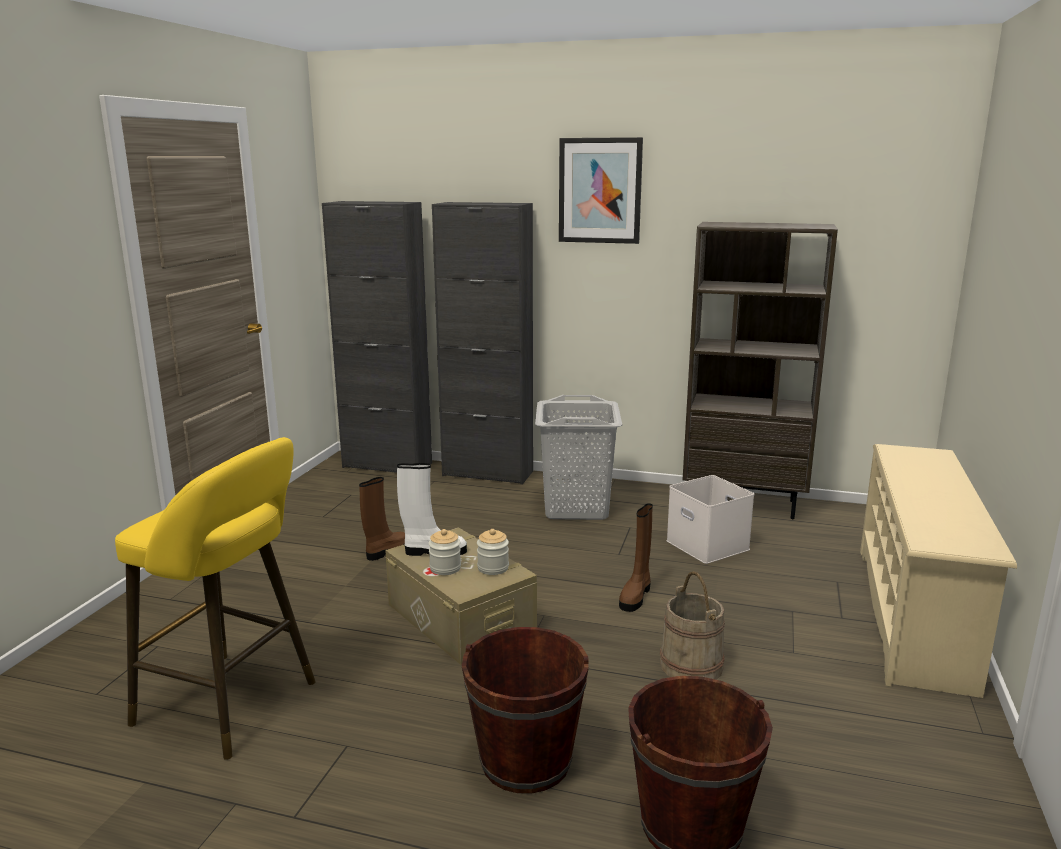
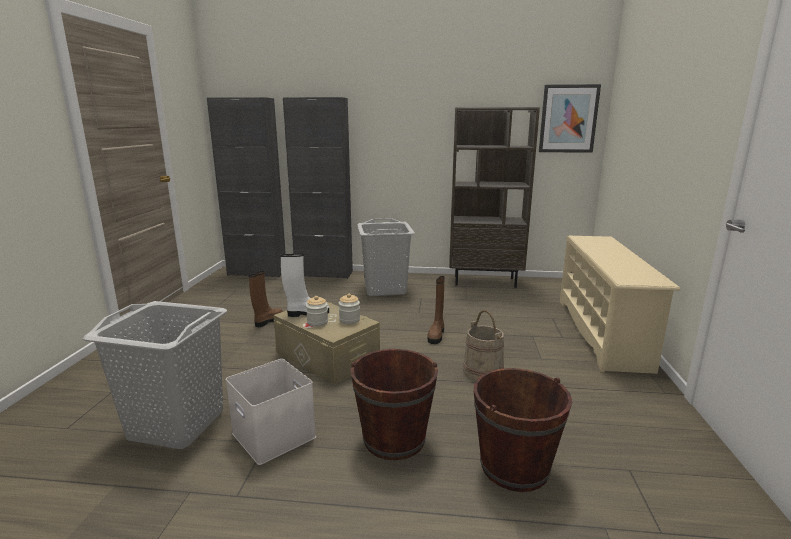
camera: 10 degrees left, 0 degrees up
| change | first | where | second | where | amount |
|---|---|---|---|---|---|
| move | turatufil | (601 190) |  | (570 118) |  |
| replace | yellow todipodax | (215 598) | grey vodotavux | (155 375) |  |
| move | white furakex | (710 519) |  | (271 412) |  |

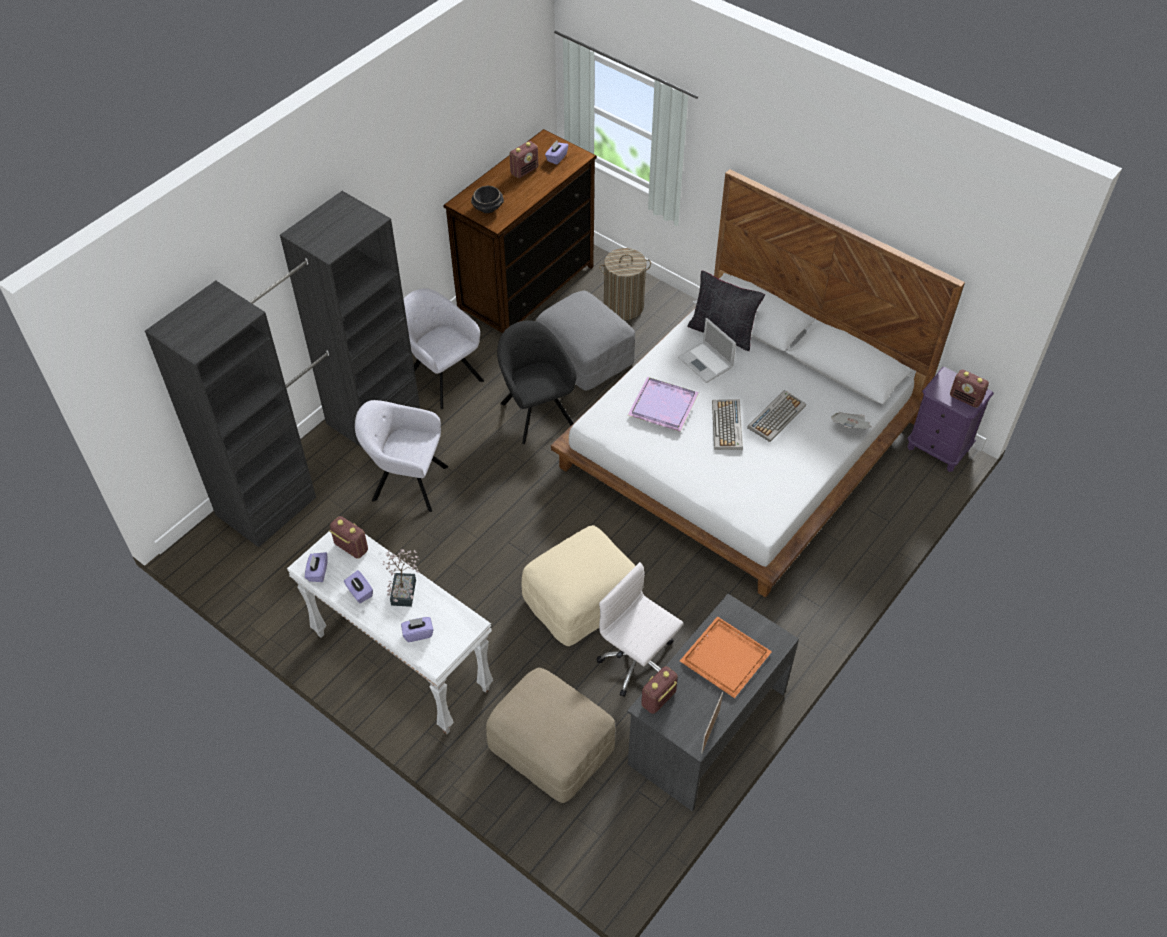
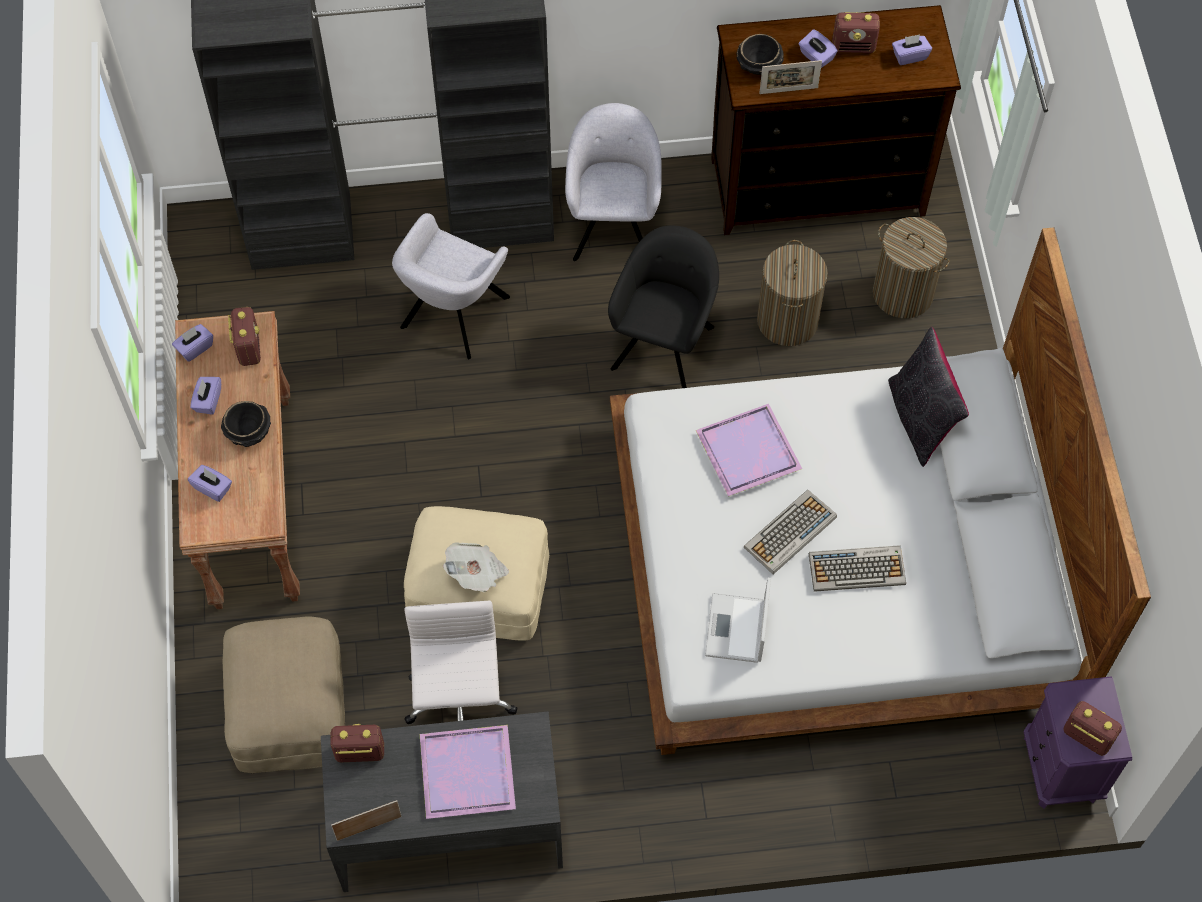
camera: 45 degrees right, 10 degrees up
| change | first | where | second | where | amount |
|---|---|---|---|---|---|
| replace | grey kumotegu | (585 341) | vodotavux | (792 293) |  |
| move | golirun | (707 350) |  | (738 620) |  |
| rotate | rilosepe | (969 388) |  | (1092 728) | 135 degrees clockwise |
| rotate | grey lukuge | (401 456) |  | (451 286) | 120 degrees counterclockwise |
| move | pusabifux | (851 420) |  | (476 567) |  |
| recolor | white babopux | (390 632) | brown babopux | (237 460) |  |
| replace | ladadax | (400 578) | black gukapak | (246 424) |  |
| recolor | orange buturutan | (726 657) | purple buturutan | (468 772) |  |
| insert |  |  | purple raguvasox | (818 48) |  |
| insert |  |  | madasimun | (790 77) |  |

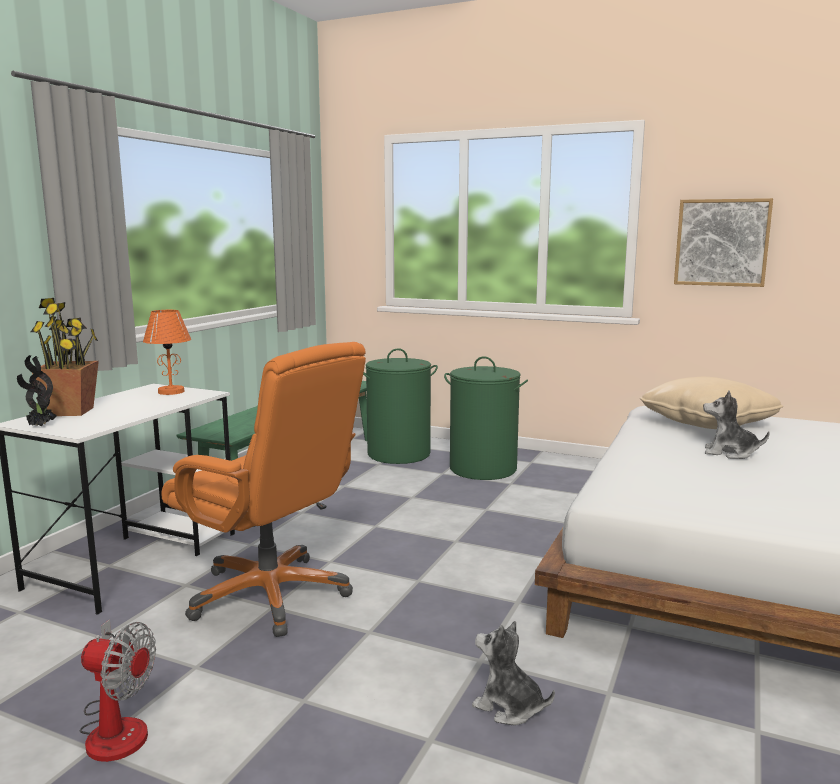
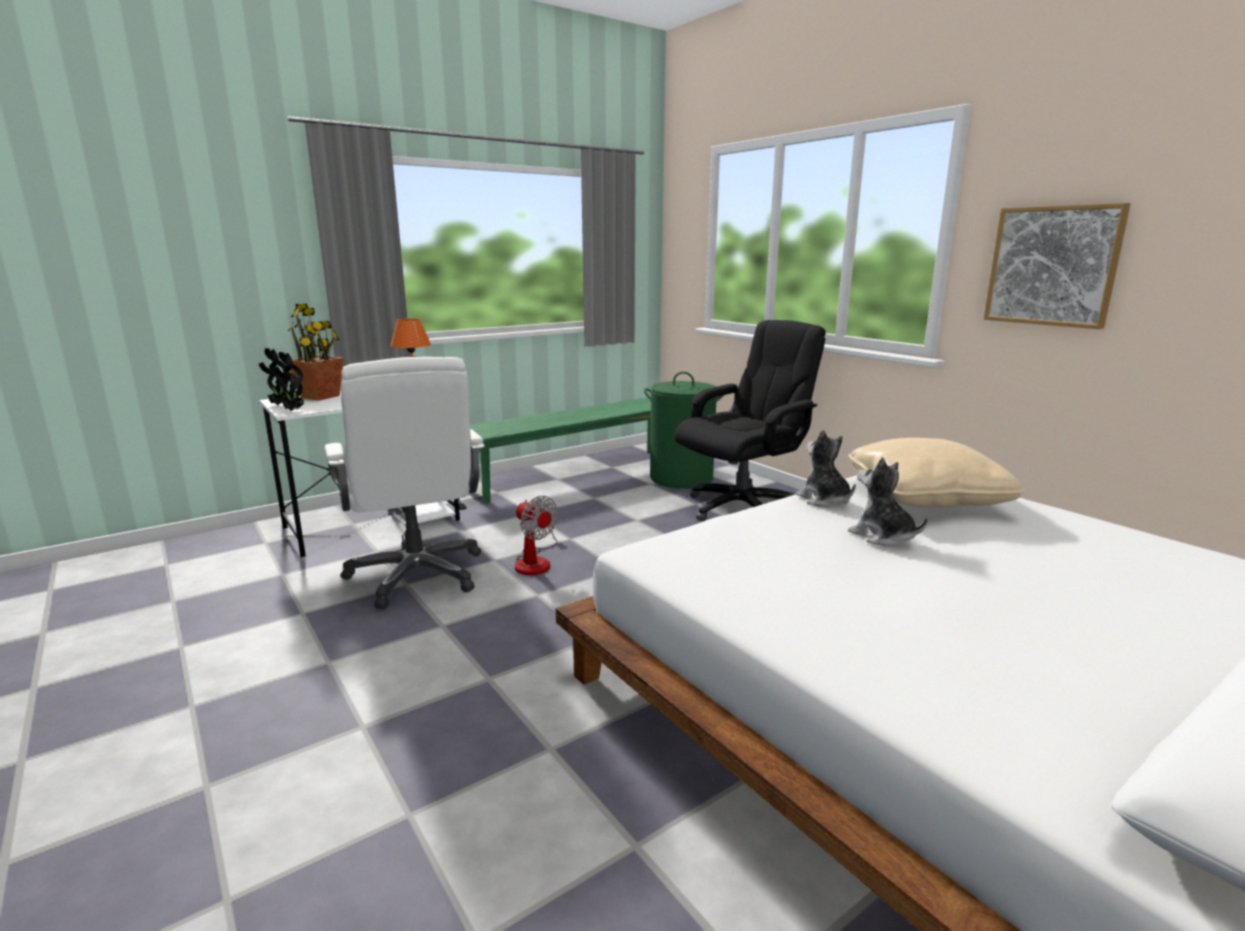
camera: 30 degrees right, 5 degrees up
| change | first | where | second | where | amount |
|---|---|---|---|---|---|
| recolor | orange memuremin | (263 489) | white memuremin | (405 483) |  |
| replace | green vodotavux | (486 418) | black memuremin | (750 420) |  |
| move | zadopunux | (118 690) |  | (536 535) |  |
| move | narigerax | (513 673) |  | (826 469) |  |
| insert |  |  | ladadax | (288 381) |  |

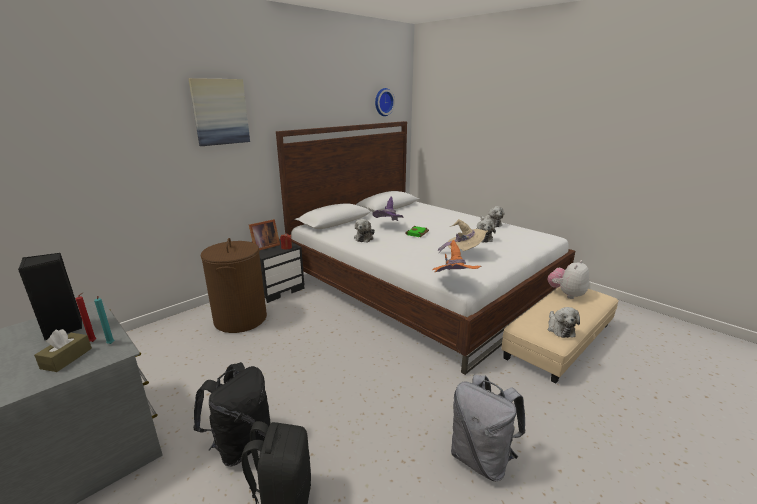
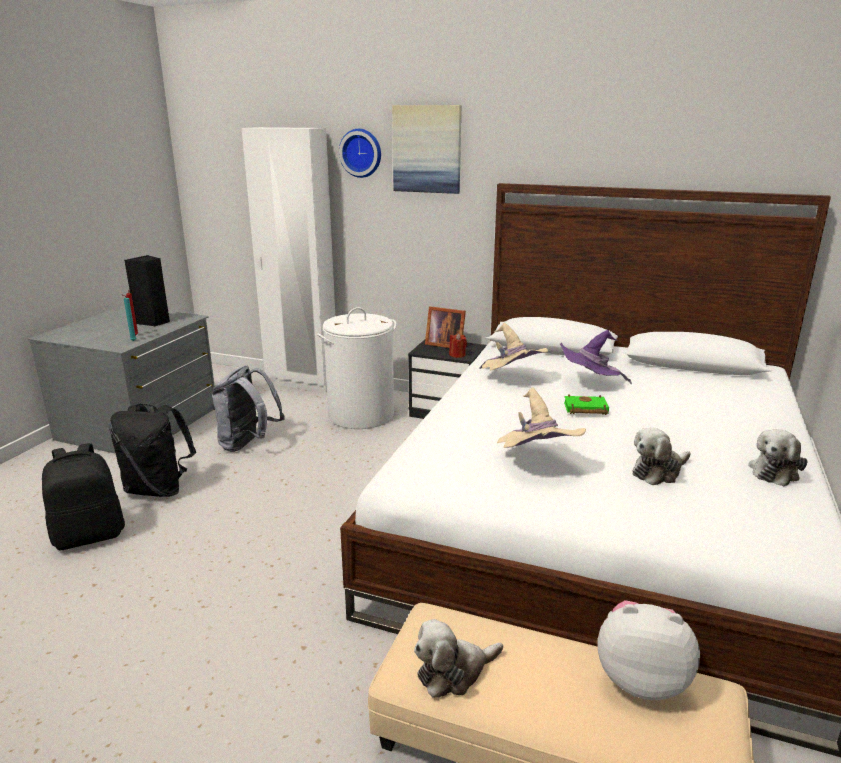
camera: 65 degrees right, 0 degrees up
| change | first | where | second | where | amount |
|---|---|---|---|---|---|
| move | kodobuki | (385 102) |  | (360 153) |  |
| replace | narigerax | (364 231) | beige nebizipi | (513 347) |  |
| recolor | brown vodotavux | (234 285) | white vodotavux | (356 368) |  |
| delete | orange nebizipi | (456 256) |  |  |  |
| delete | brown raguvasox | (63 350) |  |  |  |
| move | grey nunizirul | (488 428) |  | (248 408) |  |
| insert |  |  | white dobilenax | (288 260) |  |

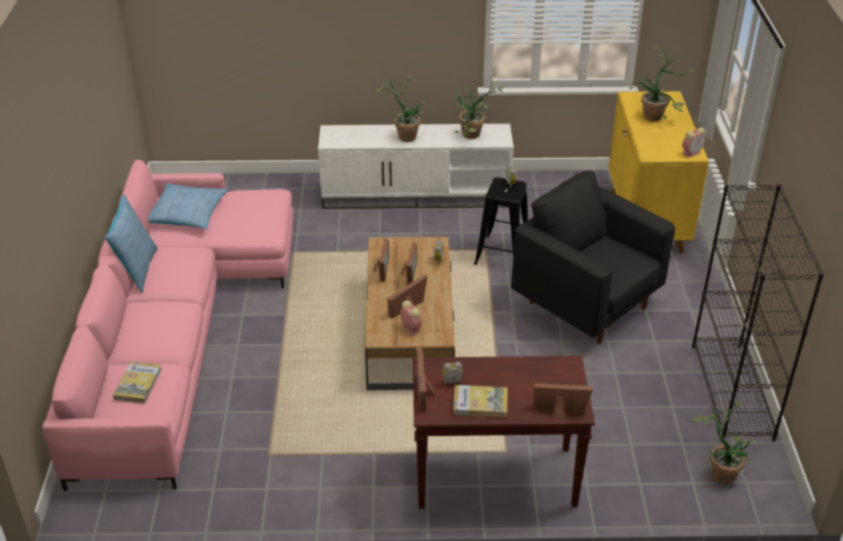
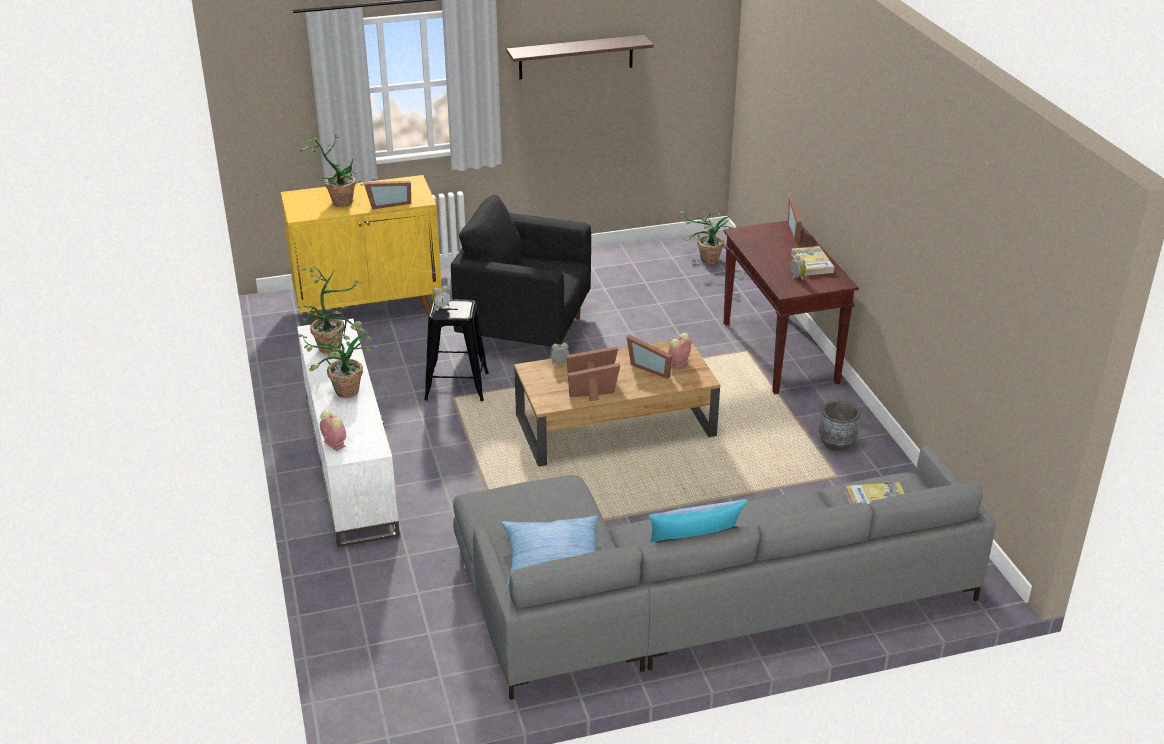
camera: 105 degrees left, 5 degrees down
| change | first | where | second | where | amount |
|---|---|---|---|---|---|
| move | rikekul | (693 143) |  | (333 430) |  |
| recolor | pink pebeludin | (168 325) | grey pebeludin | (724 573) |  |
| rotate | black lukuge | (593 257) |  | (521 271) | 75 degrees clockwise |
| delete | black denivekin | (758 313) |  |  |  |
| move | madasimun | (425 379) |  | (387 195) |  |
| insert |  |  | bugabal | (580 57) |  |
| insert |  |  | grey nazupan | (839 426) |  |

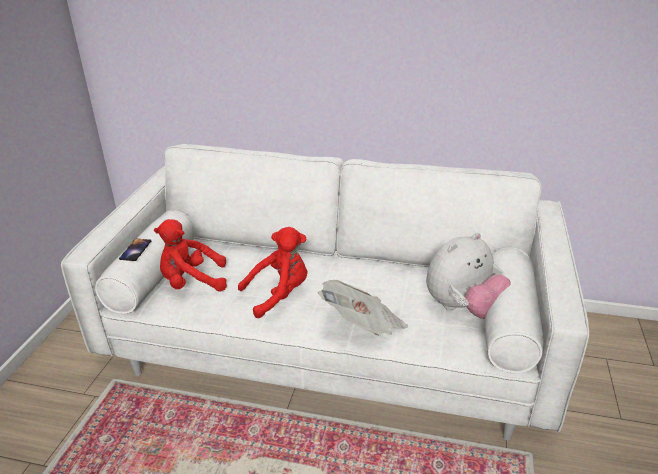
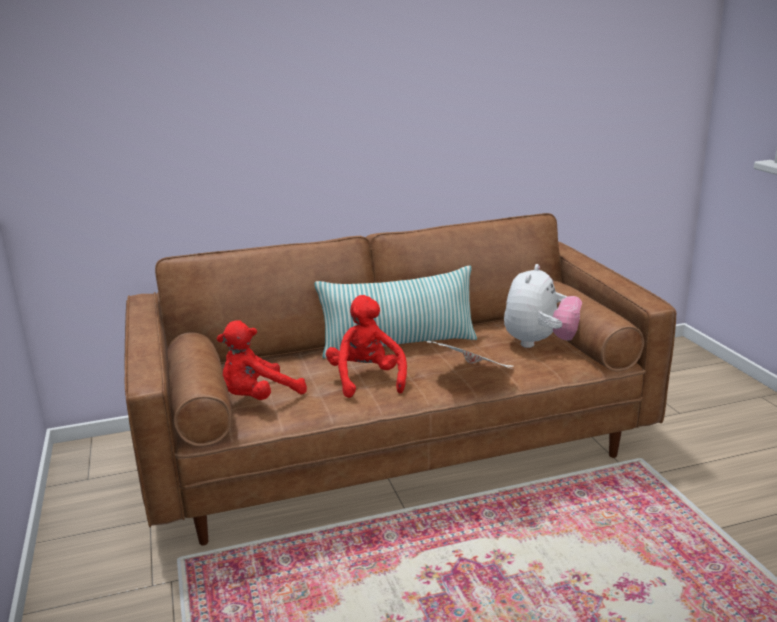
camera: 30 degrees left, 10 degrees down
| change | first | where | second | where | amount |
|---|---|---|---|---|---|
| recolor | white pebeludin | (325 292) | brown pebeludin | (400 379) |  |
| rotate | red narigerax | (273 272) |  | (366 346) | 45 degrees counterclockwise |
| delete | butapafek | (135 250) |  |  |  |
| insert |  |  | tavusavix | (396 312) |  |

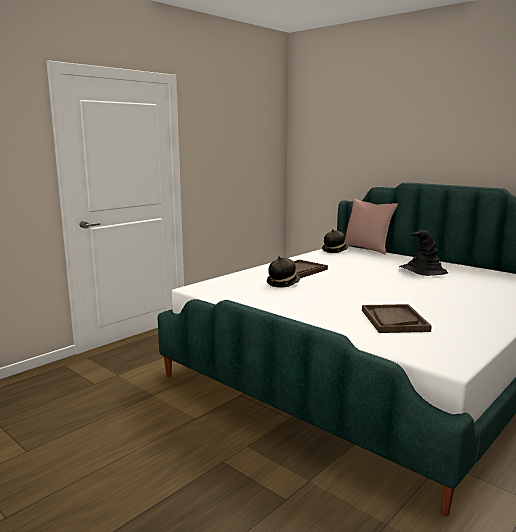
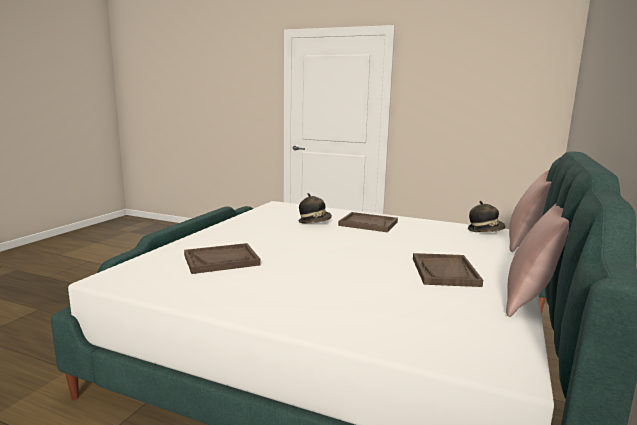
camera: 70 degrees right, 0 degrees up
| change | first | where | second | where | amount |
|---|---|---|---|---|---|
| replace | black nebizipi | (423 253) | brown buturutan | (448 270) |  |
| insert |  |  | pink tavusavix | (537 260) |  |

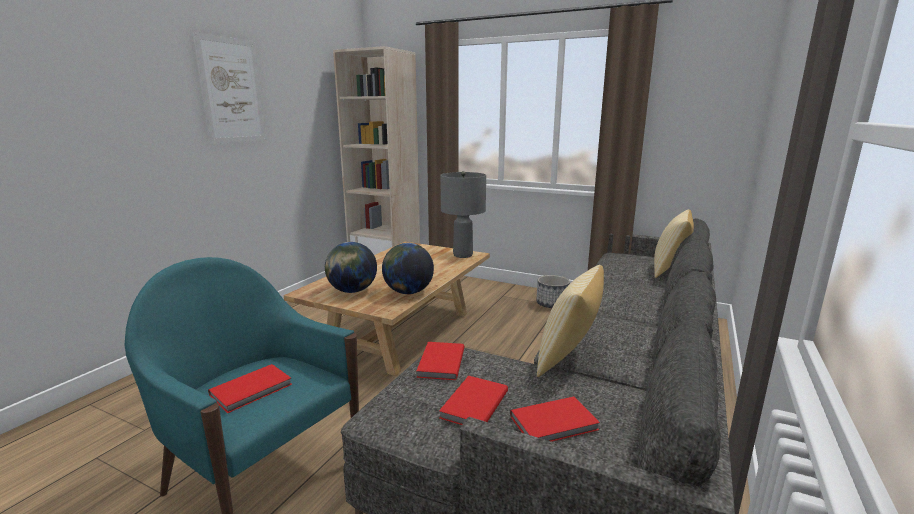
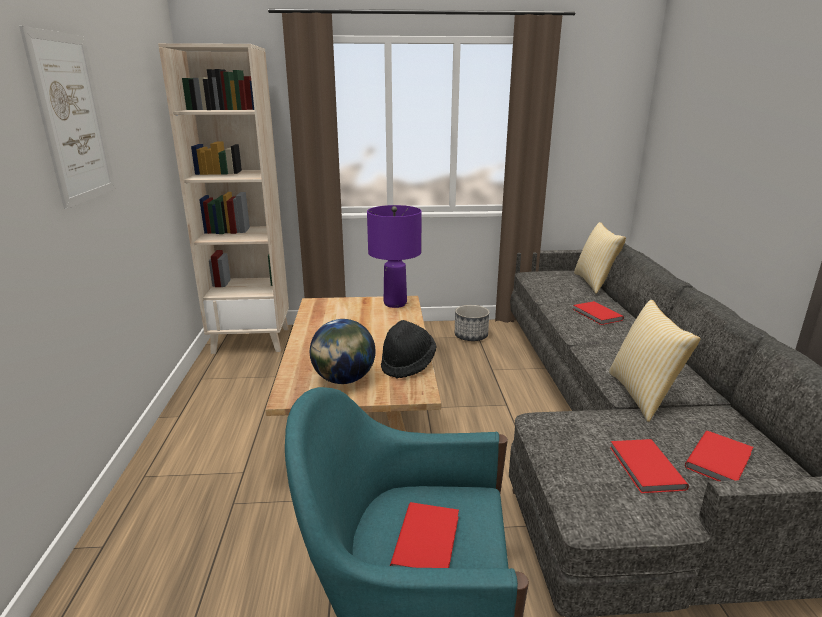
camera: 30 degrees left, 5 degrees up
| change | first | where | second | where | amount |
|---|---|---|---|---|---|
| recolor | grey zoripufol | (463 214) | purple zoripufol | (394 256) |  |
| replace | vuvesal | (408 268) | black nebizipi | (408 349) |  |
| move | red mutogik | (440 361) |  | (598 313) |  |

